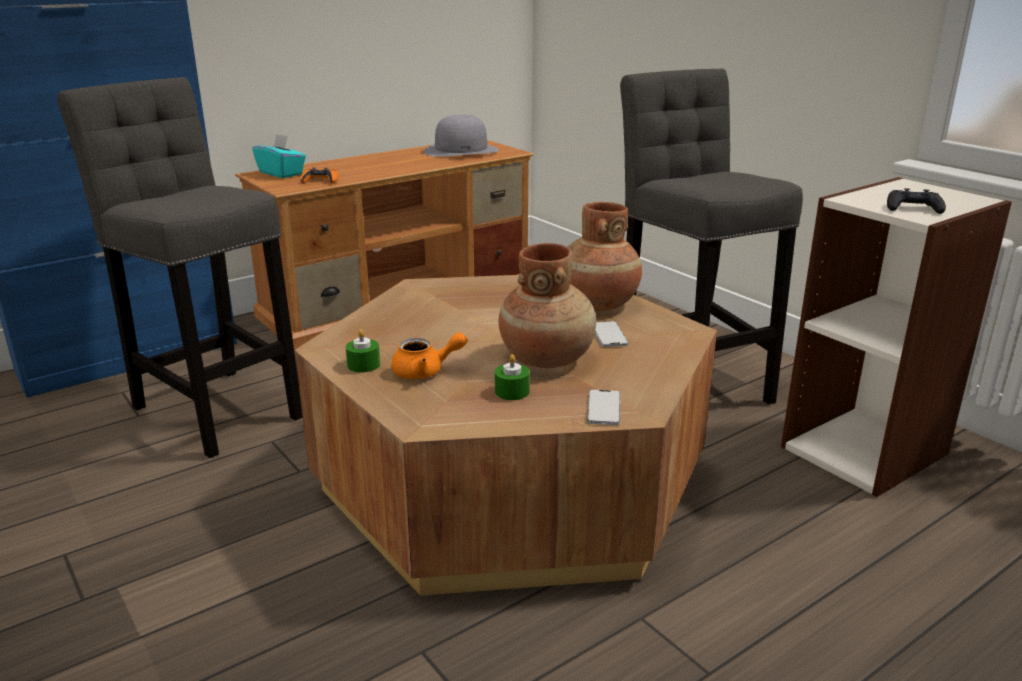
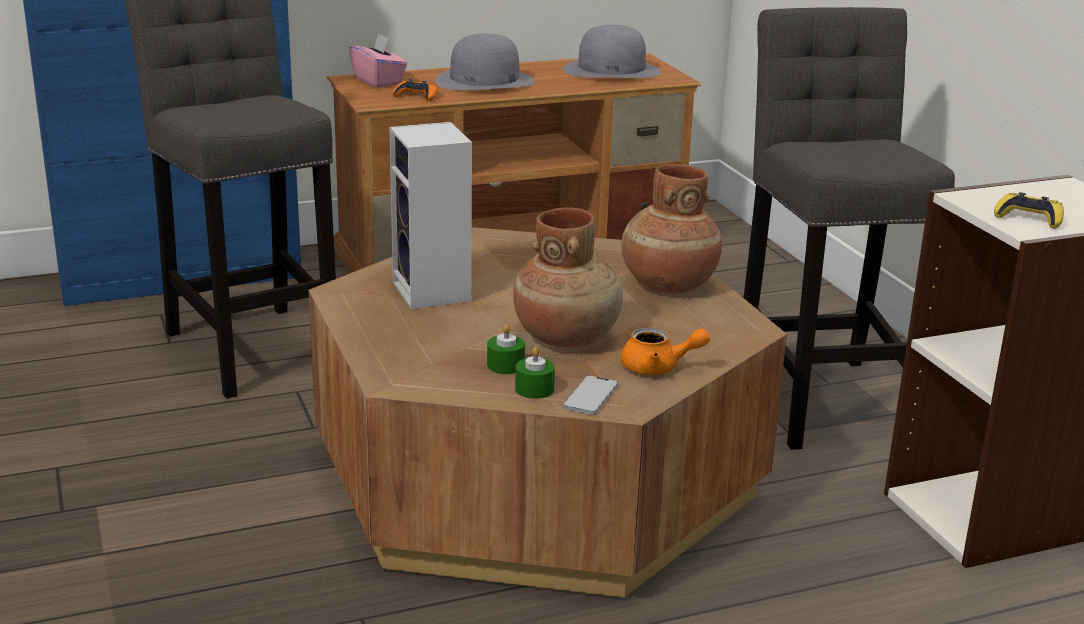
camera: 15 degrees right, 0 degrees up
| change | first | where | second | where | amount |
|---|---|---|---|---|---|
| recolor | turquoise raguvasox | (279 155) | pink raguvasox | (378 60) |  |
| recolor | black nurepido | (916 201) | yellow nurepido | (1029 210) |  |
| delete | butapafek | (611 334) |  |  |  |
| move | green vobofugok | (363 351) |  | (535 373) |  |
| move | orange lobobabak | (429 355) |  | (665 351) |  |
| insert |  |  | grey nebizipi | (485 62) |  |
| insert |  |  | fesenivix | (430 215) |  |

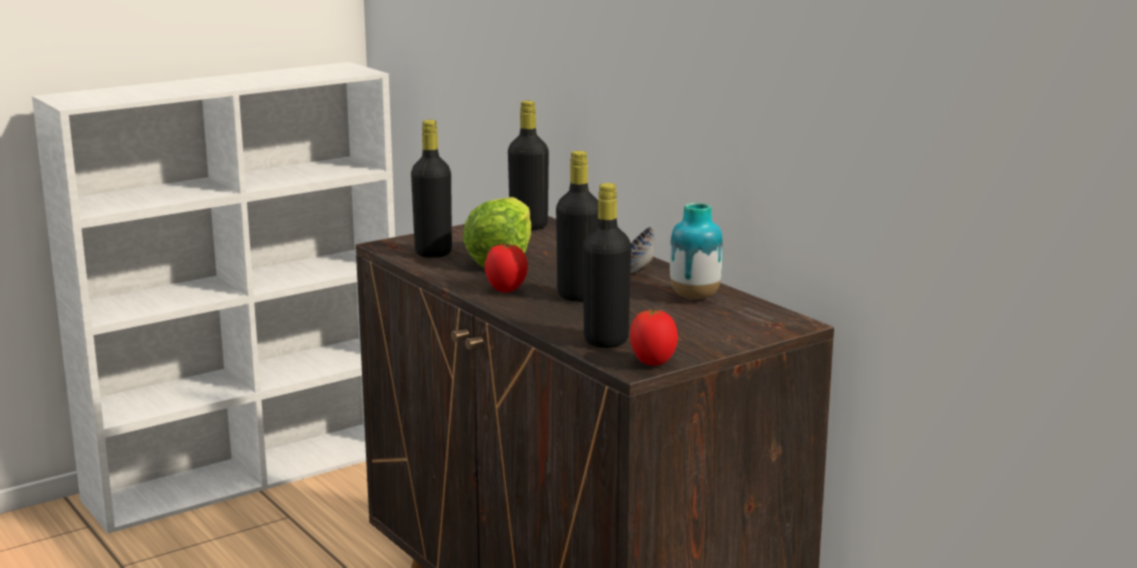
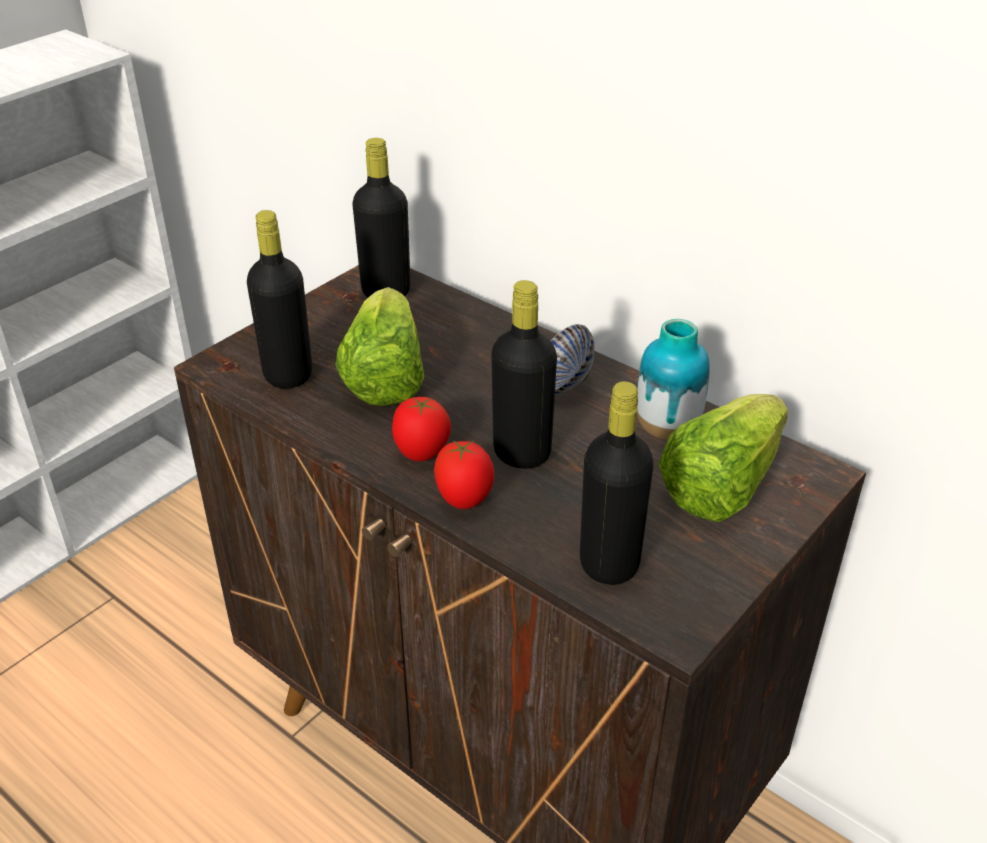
camera: 15 degrees left, 20 degrees up
| change | first | where | second | where | amount |
|---|---|---|---|---|---|
| move | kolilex | (654 337) |  | (464 474) |  |
| insert |  |  | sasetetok | (723 458) |  |

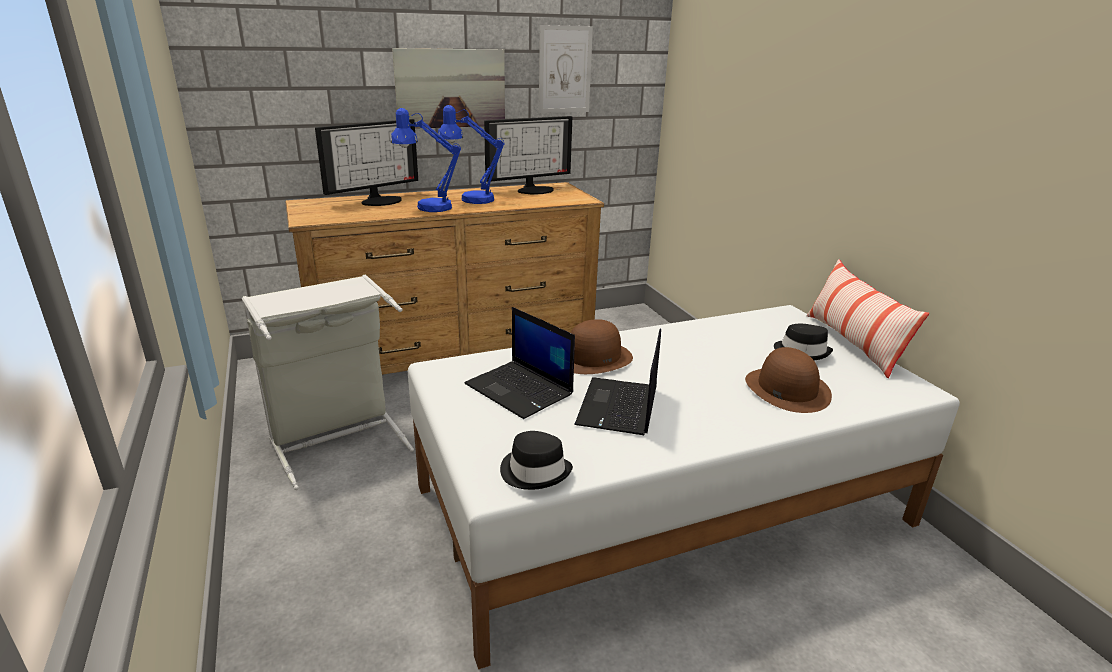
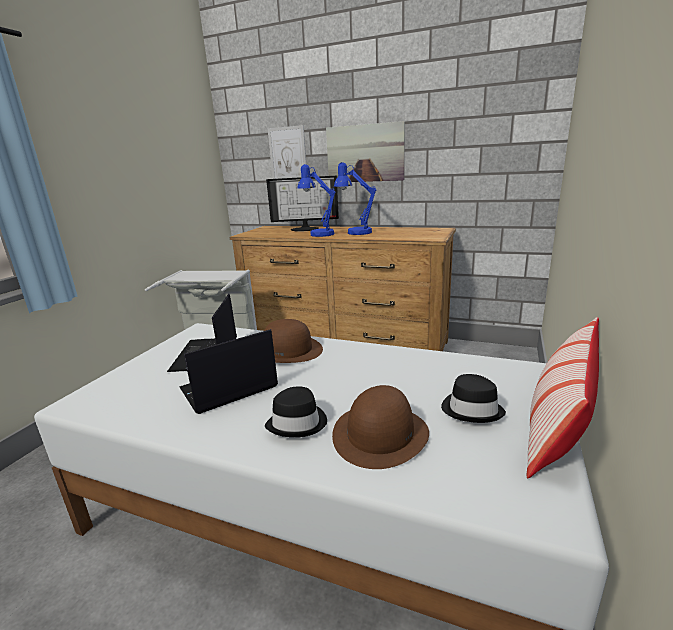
camera: 45 degrees right, 5 degrees down
| change | first | where | second | where | amount |
|---|---|---|---|---|---|
| move | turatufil | (566 69) |  | (286 152) |  |
| delete | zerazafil | (528 155) |  |  |  |
| move | black nebizipi | (536 460) |  | (296 412) |  |

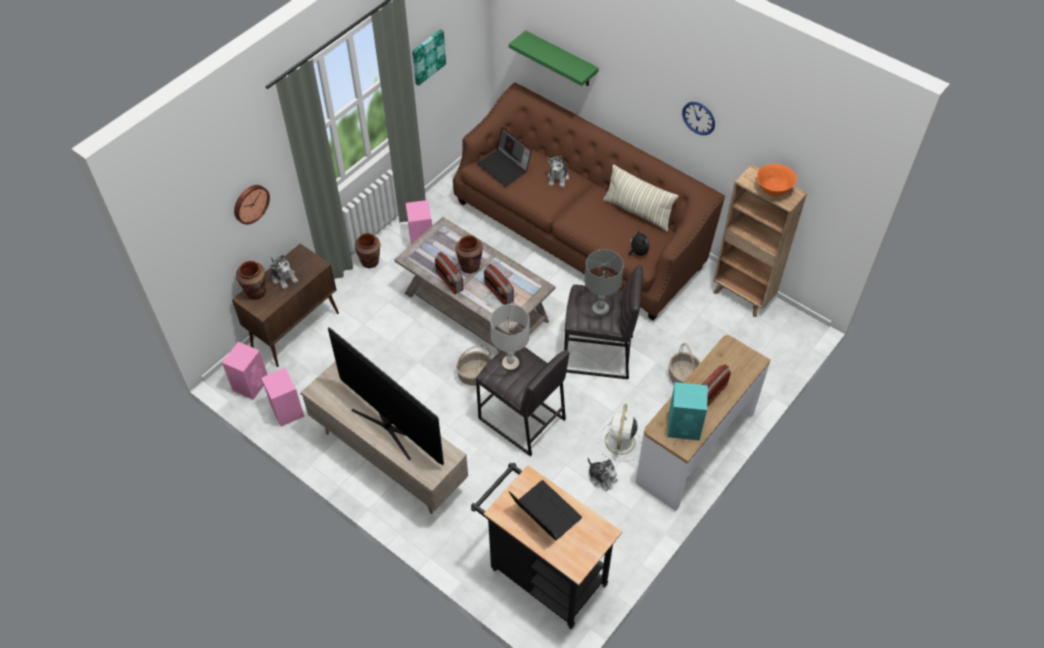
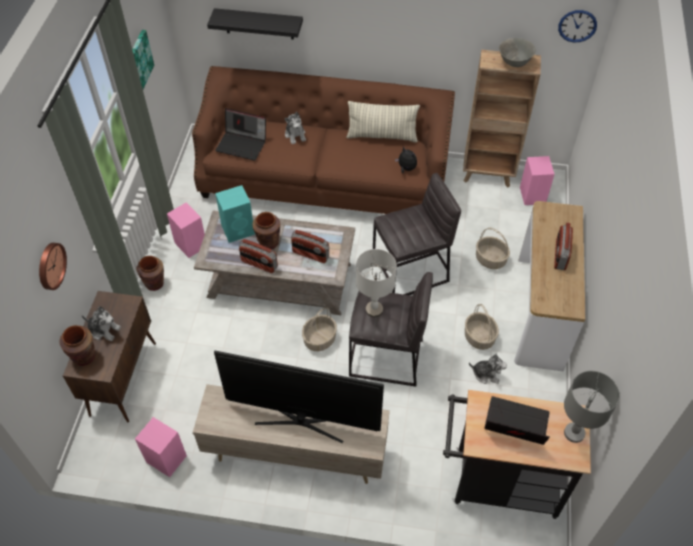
camera: 30 degrees left, 0 degrees up
| change | first | where | second | where | amount |
|---|---|---|---|---|---|
| recolor | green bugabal | (554 58) | black bugabal | (255 24) |  |
| move | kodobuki | (698 118) |  | (577 26) |  |
| recolor | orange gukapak | (777 180) | grey gukapak | (517 52) |  |
| move | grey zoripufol | (604 282) |  | (592 407) |  |
| move | pink fesenivix | (245 371) |  | (537 180) |  |
| move | turquoise fesenivix | (687 411) |  | (235 214) |  |
| replace | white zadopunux | (620 433) | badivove | (482 327) |  |

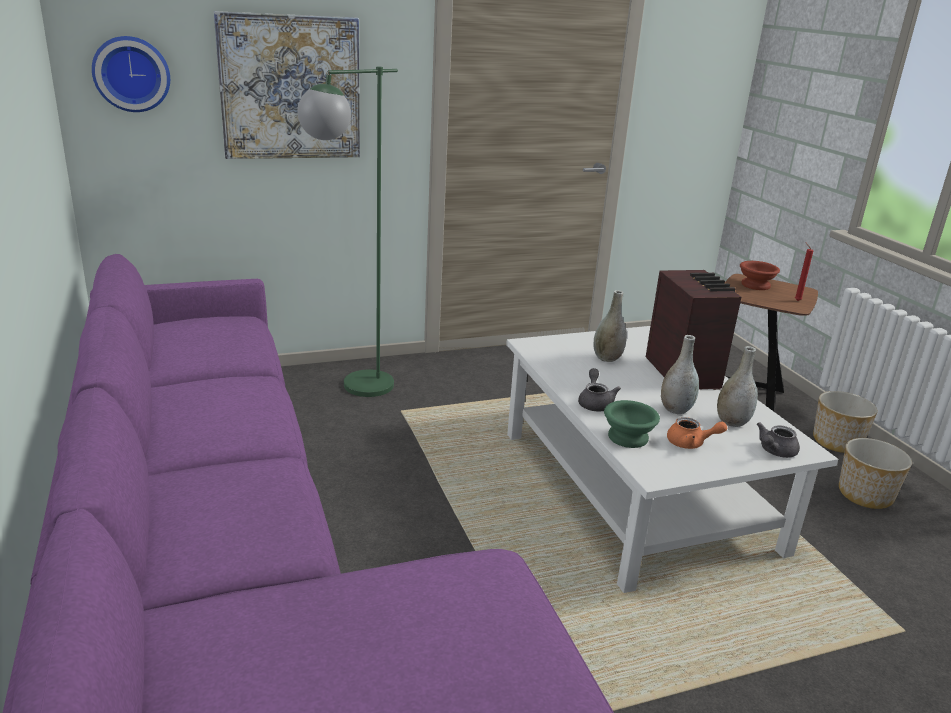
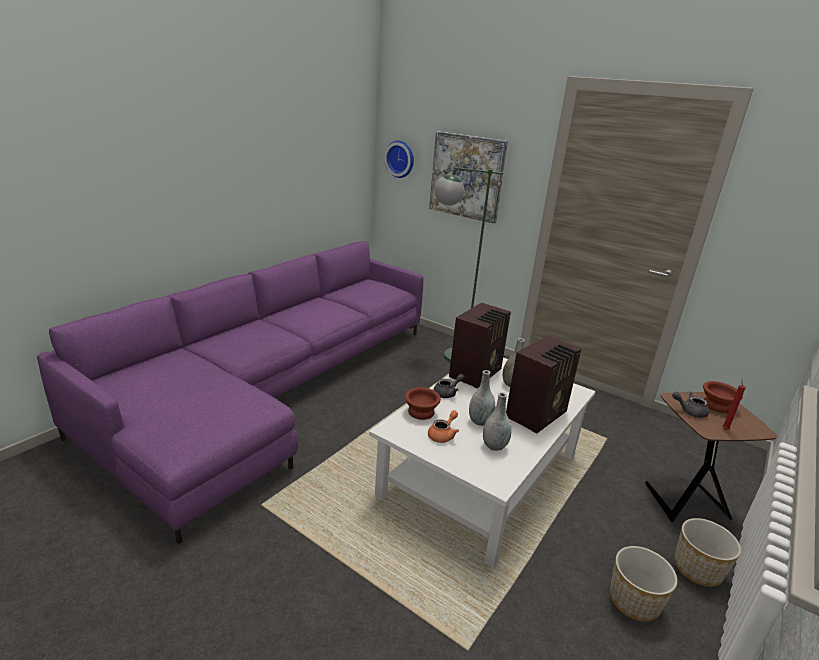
camera: 55 degrees right, 0 degrees up
| change | first | where | second | where | amount |
|---|---|---|---|---|---|
| recolor | green gukapak | (632 424) | brown gukapak | (423 403) |  |
| rotate | orange lobobabak | (697 433) |  | (443 426) | 120 degrees counterclockwise |
| move | grey lobobabak | (778 440) |  | (690 404) |  |
| insert |  |  | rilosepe | (480 346) |  |

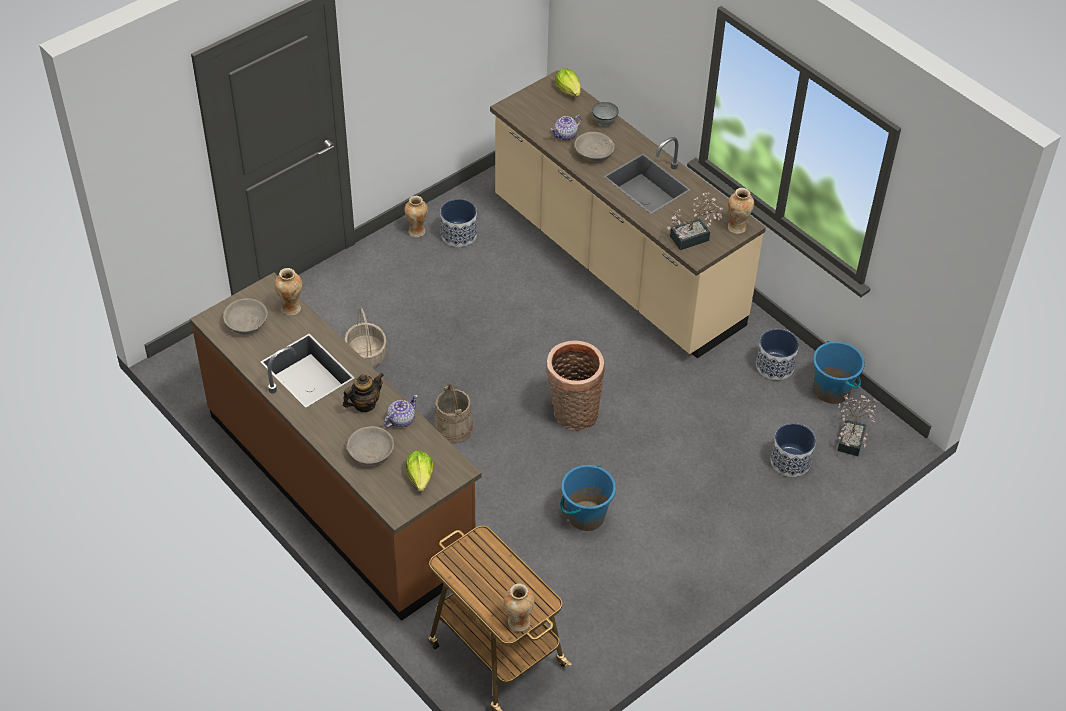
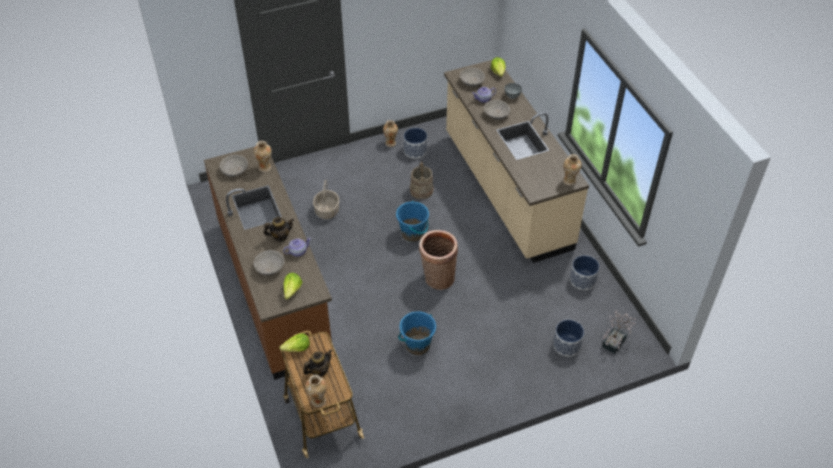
camera: 20 degrees right, 0 degrees up
| change | first | where | second | where | amount |
|---|---|---|---|---|---|
| delete | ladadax | (695 221) |  |  |  |
| move | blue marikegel | (839 372) |  | (412 221) |  |
| move | beige marikegel | (453 414) |  | (422 180) |  |
| insert |  |  | grey gukapak | (472 77) |  |
| insert |  |  | sasetetok | (295 342) |  |
| insert |  |  | lobobabak | (318 363) |  |

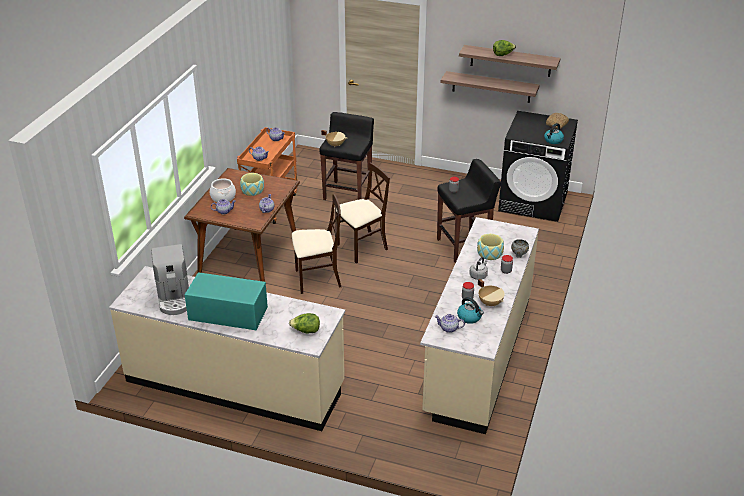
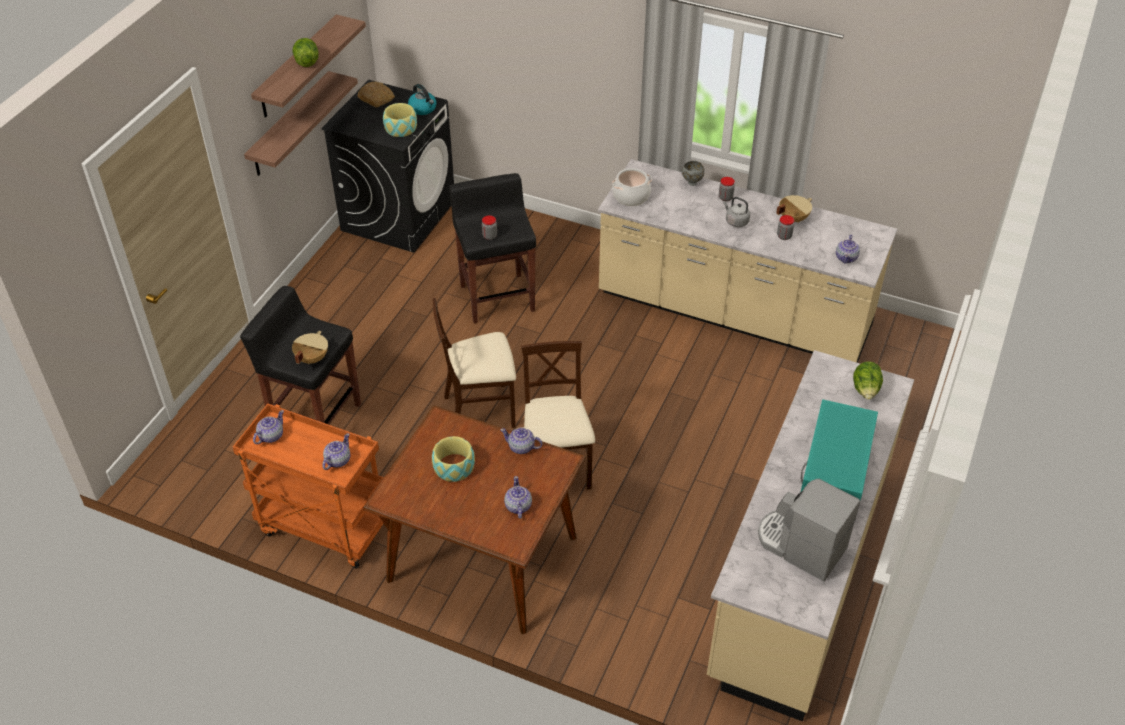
camera: 85 degrees left, 10 degrees up
| change | first | where | second | where | amount |
|---|---|---|---|---|---|
| rotate | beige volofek | (362 212) |  | (474 363) | 75 degrees counterclockwise |
| move | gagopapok | (223 190) |  | (632 187) |  |
| move | gukapak | (490 247) |  | (400 120) |  |
| rotate | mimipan | (170 279) |  | (809 530) | 135 degrees counterclockwise |
| delete | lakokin | (470 310) |  |  |  |

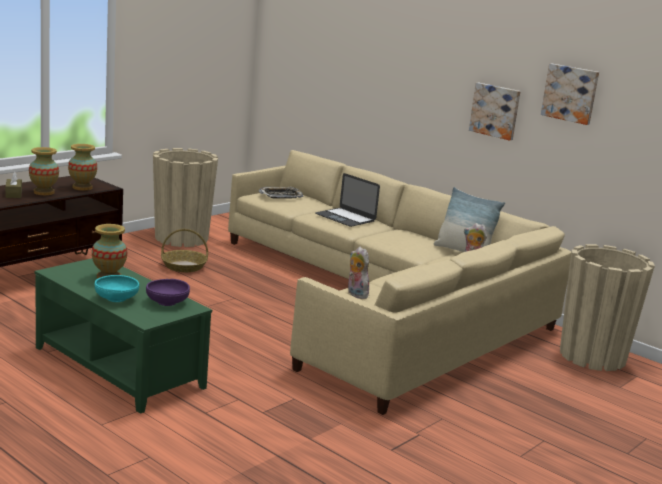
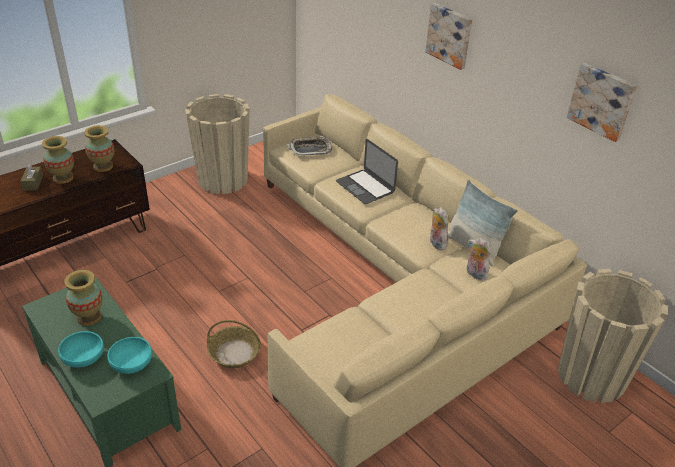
camera: 10 degrees right, 20 degrees up
| change | first | where | second | where | amount |
|---|---|---|---|---|---|
| move | turatufil | (495 112) |  | (448 36) |  |
| move | badivove | (184 250) |  | (234 344) |  |
| move | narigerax | (358 273) |  | (439 228) |  |
| recolor | purple gukapak | (168 292) | turquoise gukapak | (129 355) |  |

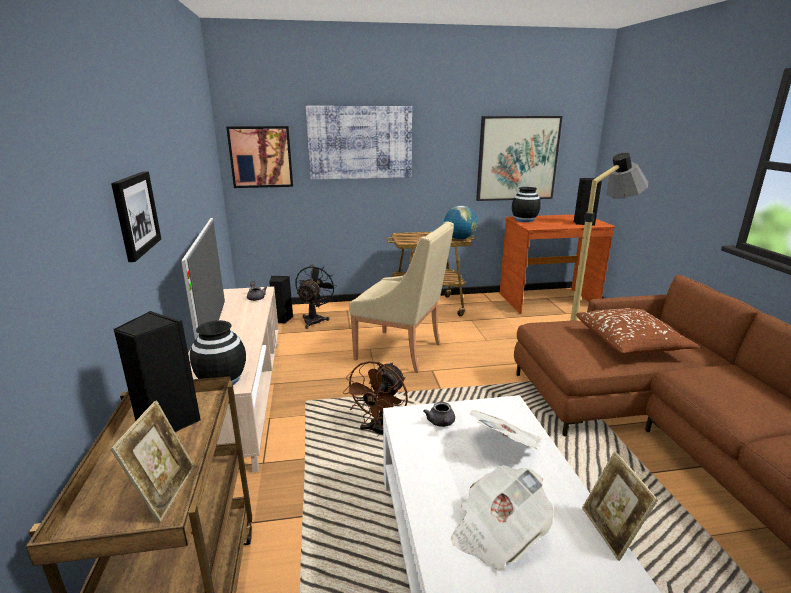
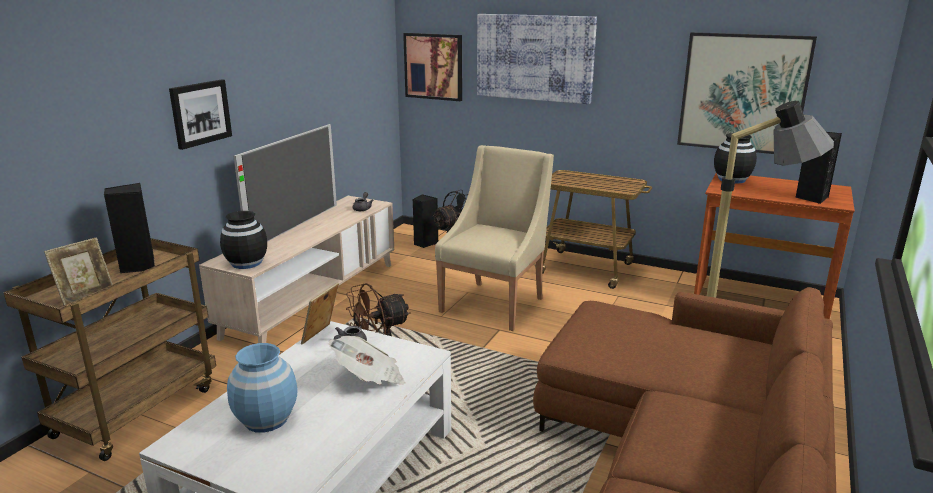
camera: 35 degrees right, 0 degrees up
| change | first | where | second | where | amount |
|---|---|---|---|---|---|
| delete | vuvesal | (461 222) |  |  |  |
| rotate | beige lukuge | (401 297) |  | (494 238) | 120 degrees counterclockwise |
| delete | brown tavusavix | (638 331) |  |  |  |
| move | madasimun | (620 506) |  | (320 314) |  |
| replace | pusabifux | (502 518) | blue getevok | (262 388) |  |

